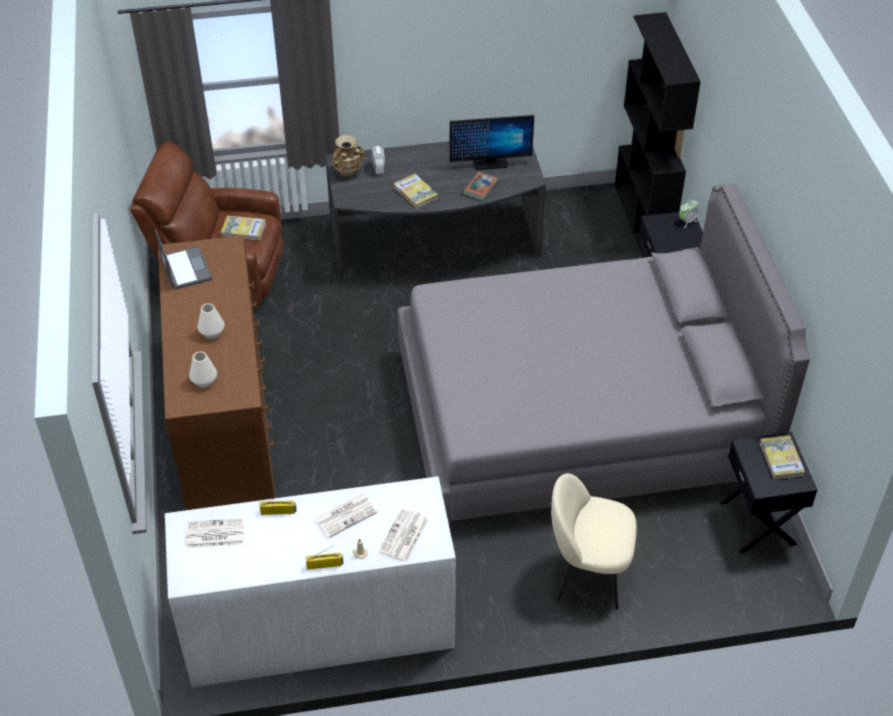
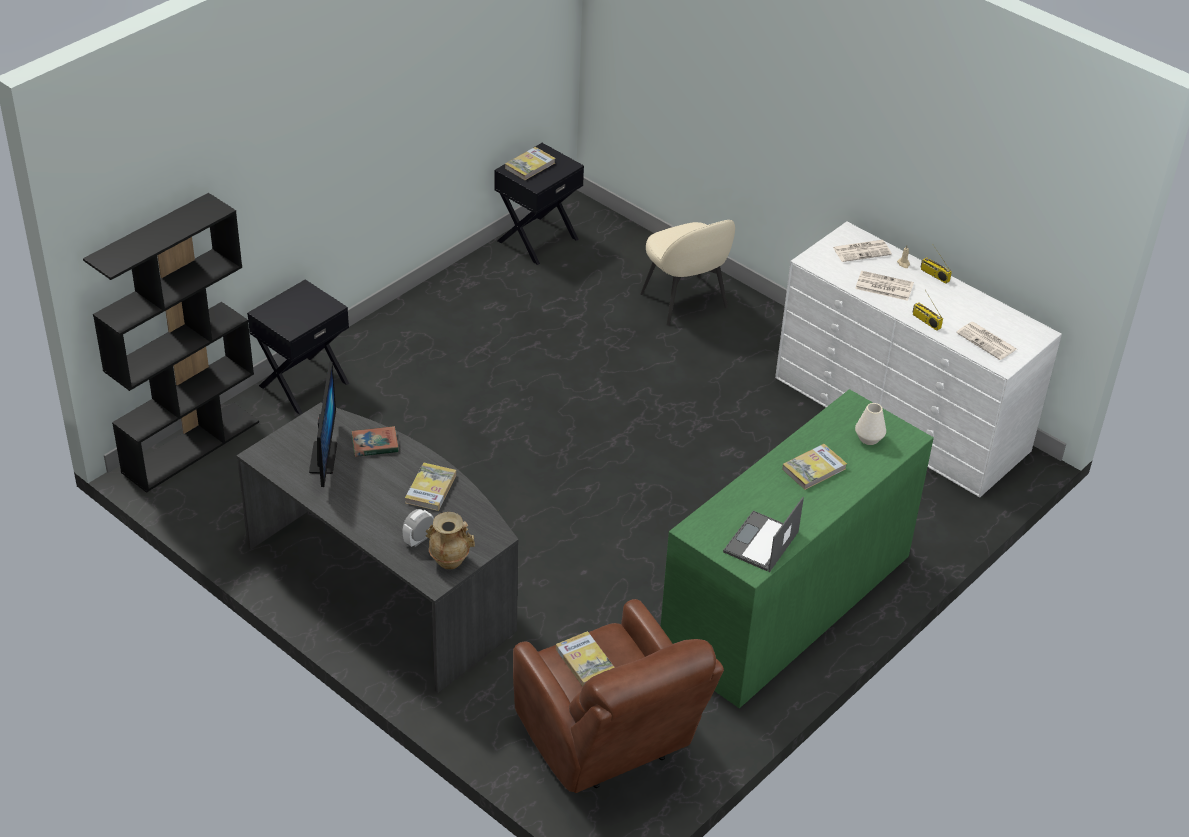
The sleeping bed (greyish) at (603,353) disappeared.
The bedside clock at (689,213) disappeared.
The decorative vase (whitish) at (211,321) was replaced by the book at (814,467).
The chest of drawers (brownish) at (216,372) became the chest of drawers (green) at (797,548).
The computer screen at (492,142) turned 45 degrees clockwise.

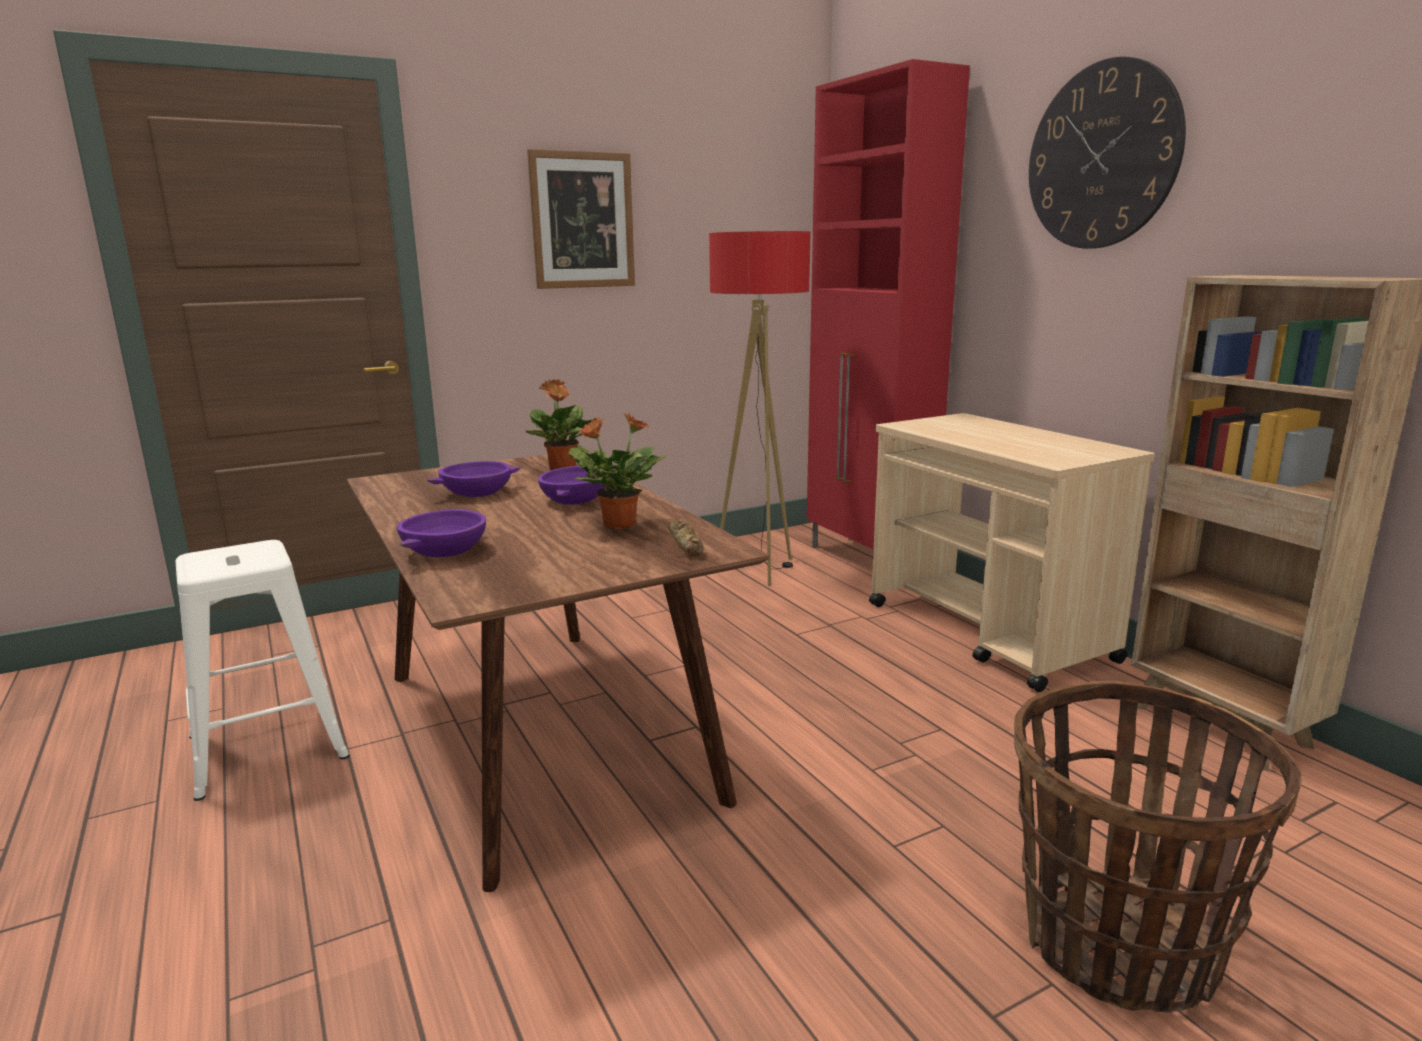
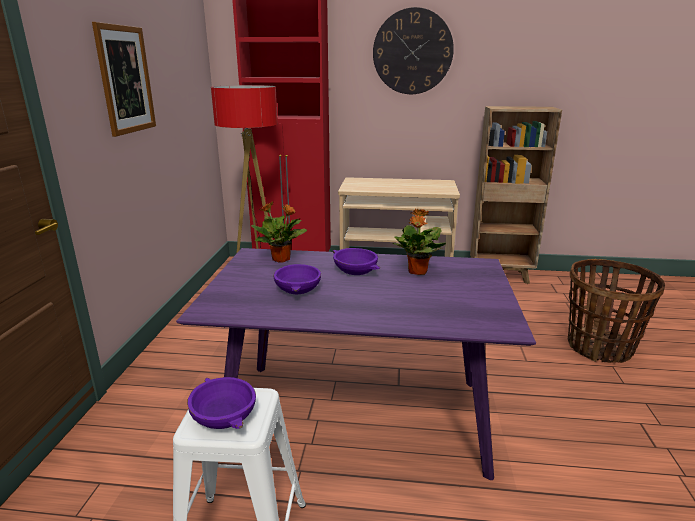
The bread at (686,537) disappeared.
The bowl (purplish) moved from (441,533) to (221,403).
The dinner table (brownish) at (558,673) became the dinner table (purplish) at (356,364).

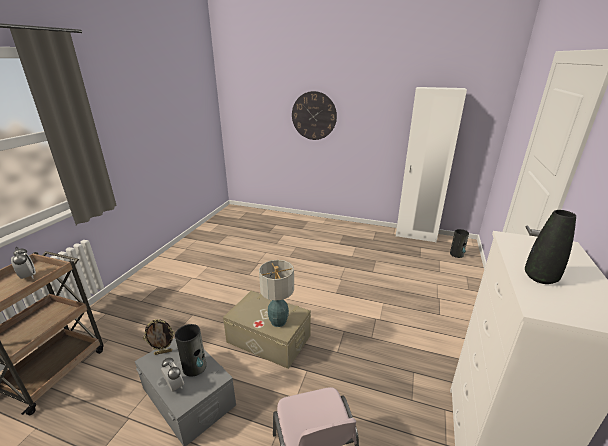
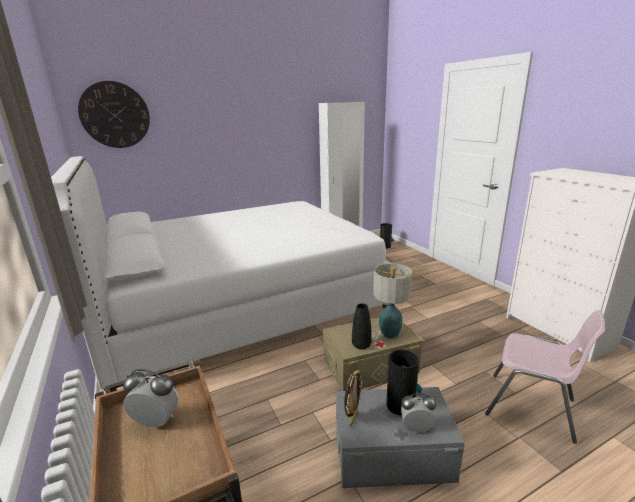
The sleeping bed (whitish) at (220,274) appeared.
The clock on the wall moved from (314,115) to (114,114).
The decorative vase (blackish) moved from (550,247) to (362,326).

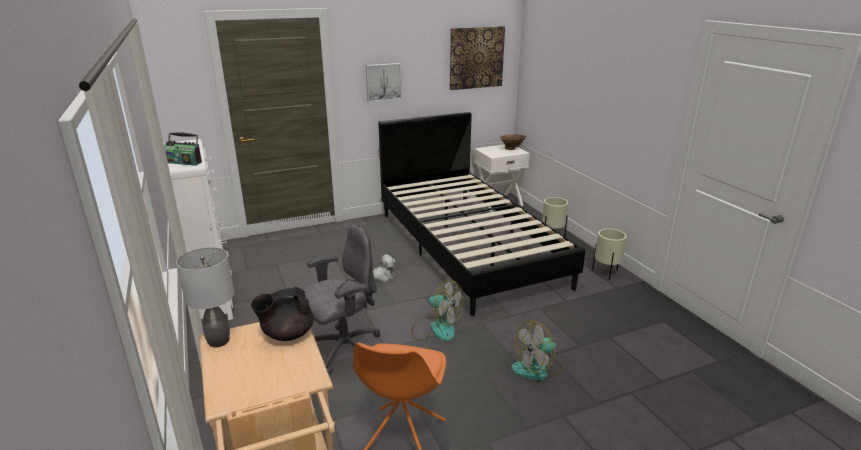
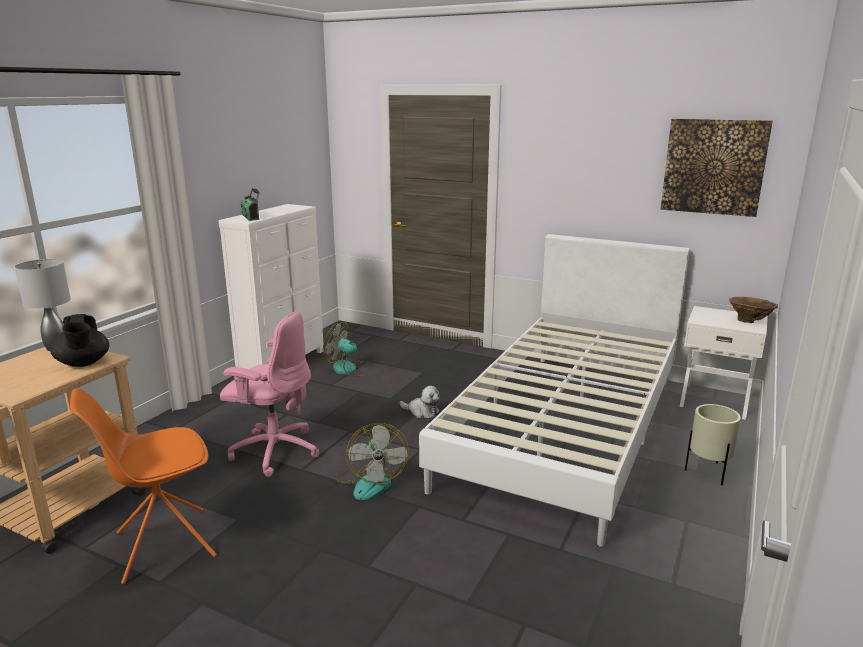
The wall picture at (383,82) disappeared.
The planter (beige) at (609,254) disappeared.
The electric fan moved from (537,350) to (348,349).
The desk chair (greyish) at (341,300) became the desk chair (pink) at (270,394).
The sleeping bed (blackish) at (481,214) became the sleeping bed (whitish) at (554,390).
The pot for tea (blackish) at (282,313) turned 135 degrees counterclockwise.

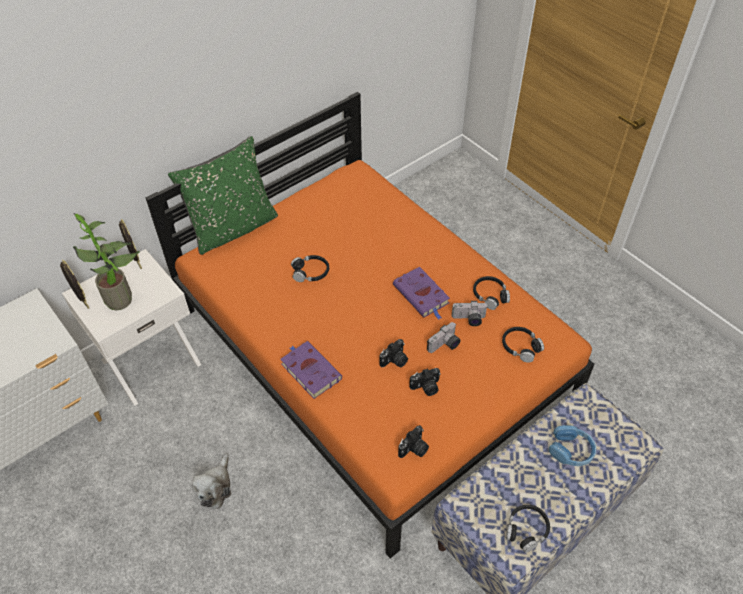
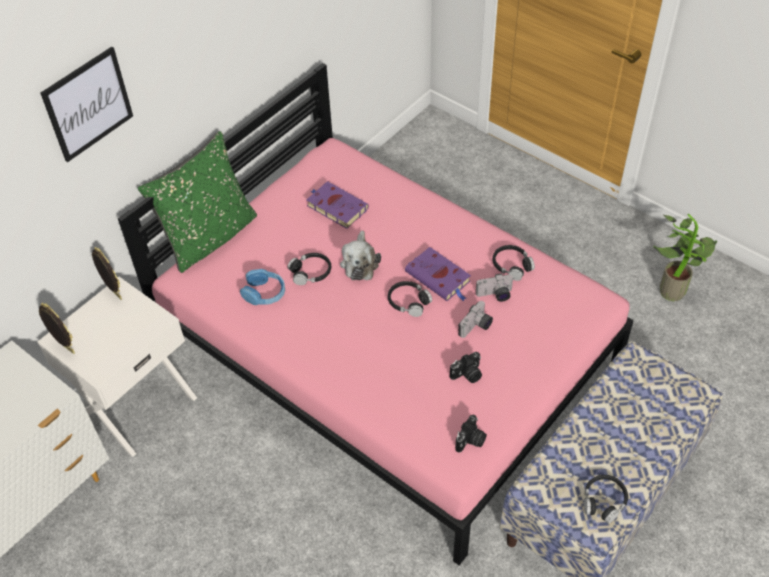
The still camera at (393,353) disappeared.
The wall picture at (86,104) appeared.
The plant in a pot moved from (106,261) to (685,257).
The soft toy moved from (211,481) to (360,255).
The book (purplish) moved from (311,370) to (338,205).
The headset (blackish) moved from (523,345) to (410,299).
The headset (blue) moved from (572,445) to (262,287).
The sleeping bed (orange-coloured) at (370,325) became the sleeping bed (pink) at (376,314).

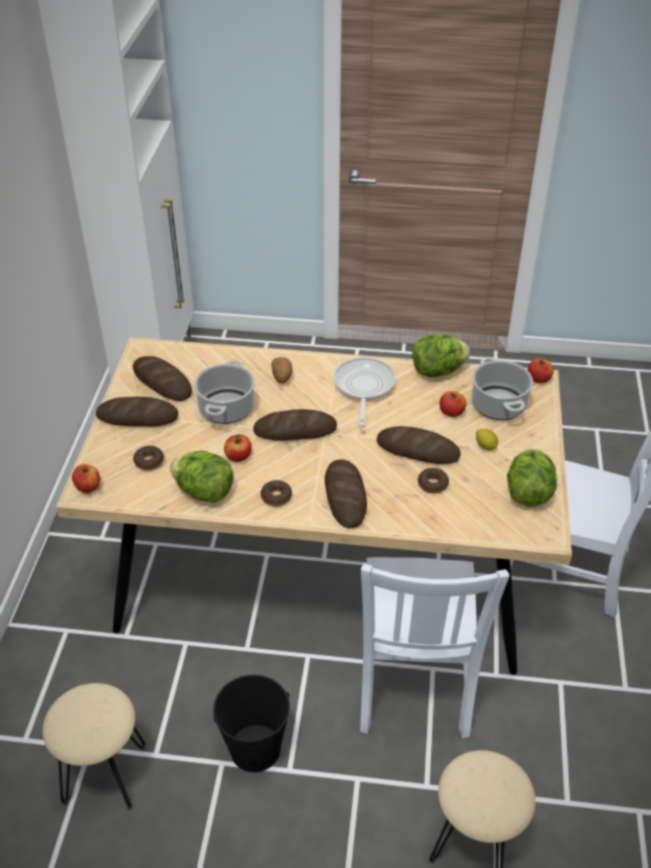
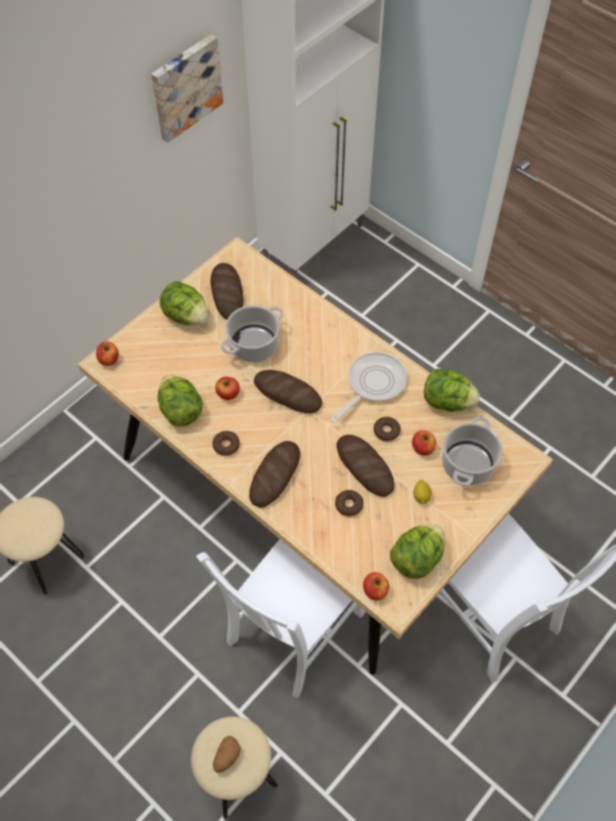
The water bucket (blackish) at (251,723) disappeared.
The wall picture at (187,88) appeared.
The doughnut moved from (148,458) to (387,429).
The whole potato moved from (281,370) to (226,754).
The whole apple moved from (541,370) to (376,586).
The bread at (137,412) was replaced by the head of lettuce at (184,303).

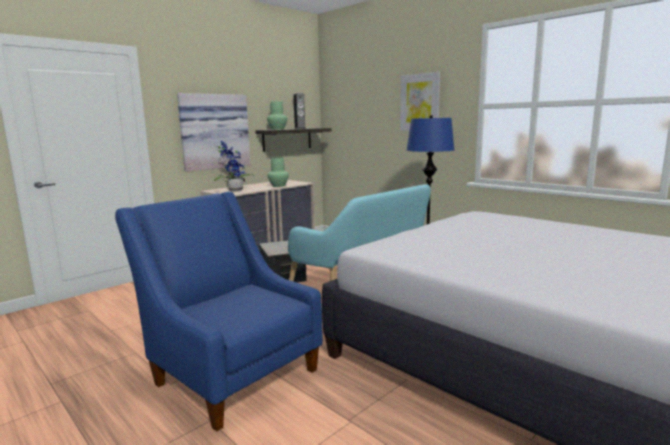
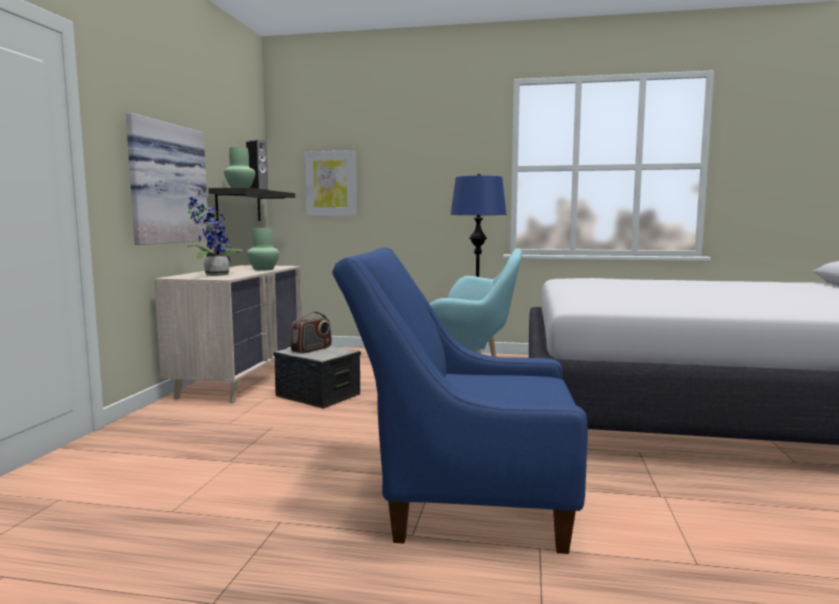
The radio at (311,333) appeared.
The wall picture moved from (420,101) to (330,183).

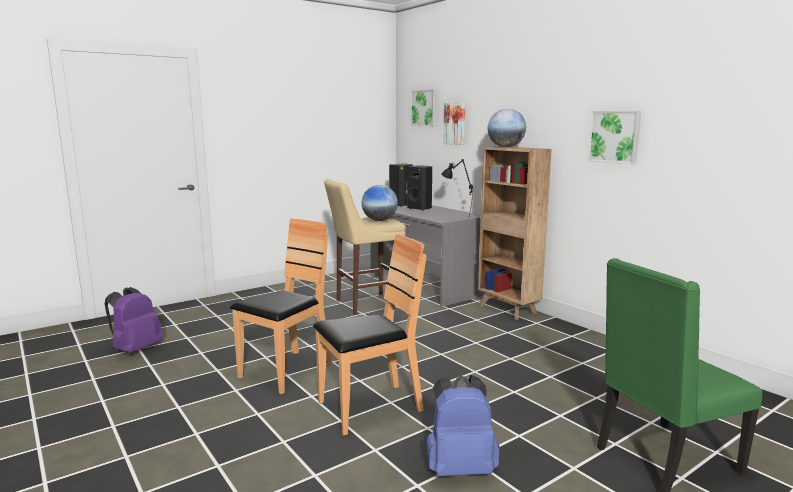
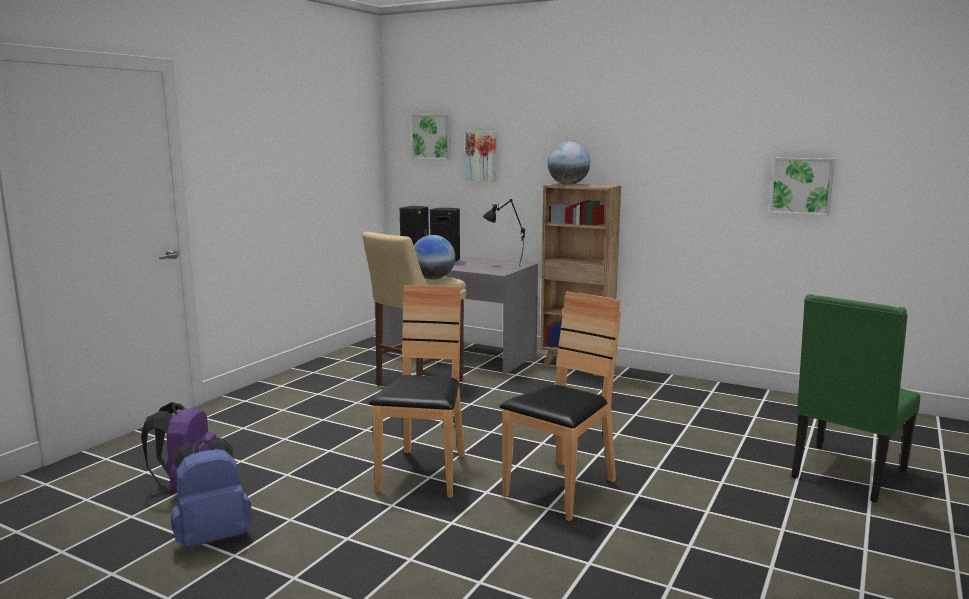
The backpack (blue) moved from (462,426) to (211,492).
The wall picture moved from (614,137) to (802,187).

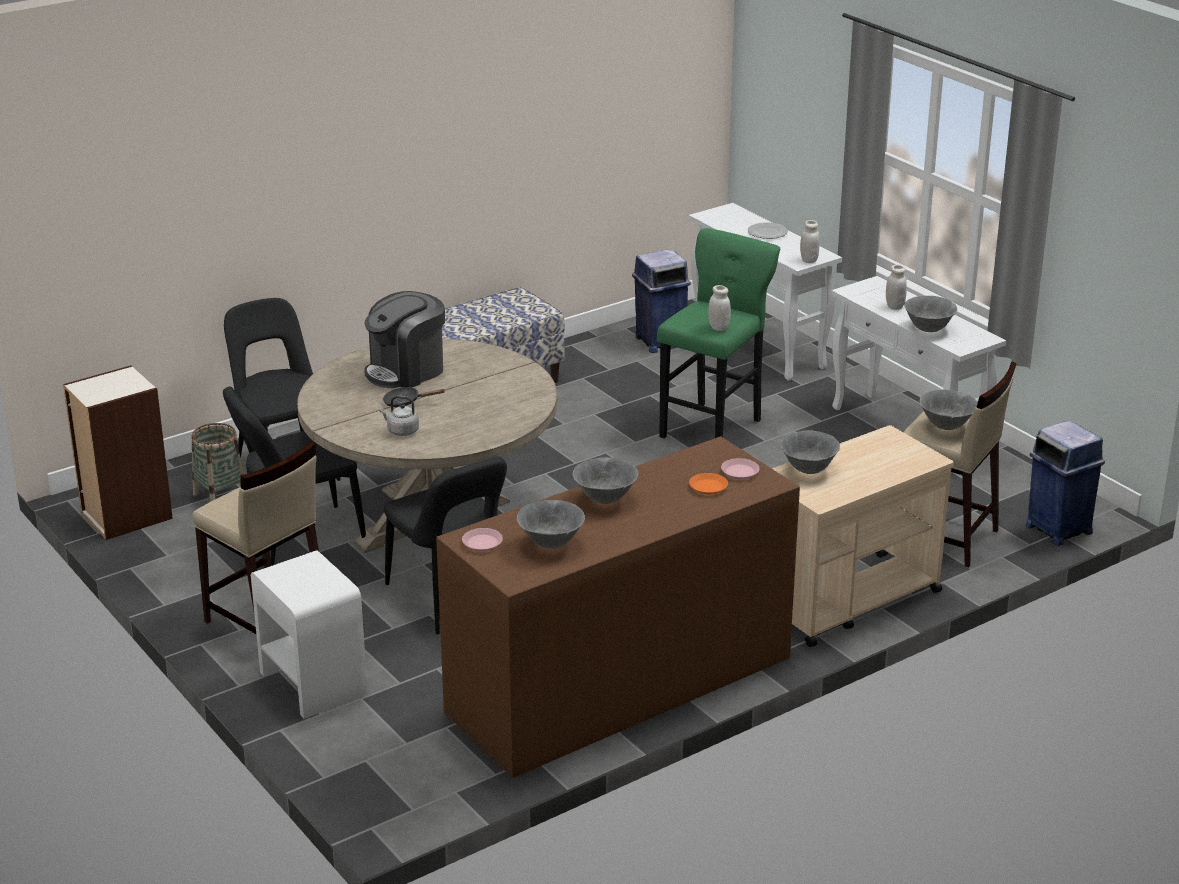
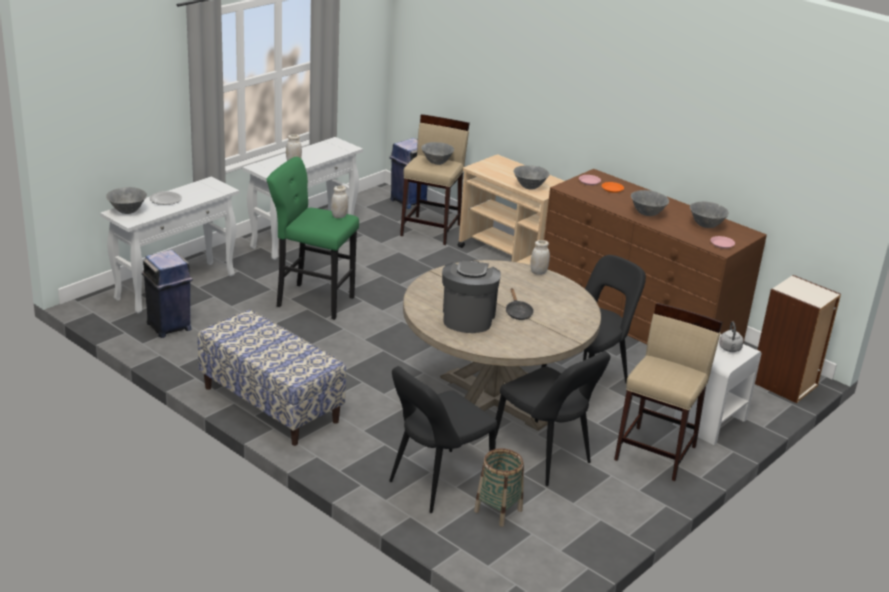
The bookshelf moved from (118,452) to (798,339).
The water kettle (greyish) moved from (399,416) to (731,336).
The preserve jar (whitish) moved from (809,241) to (540,257).
The bowl (greyish) moved from (930,314) to (126,200).
The coffee brewer at (404,339) turned 120 degrees counterclockwise.

